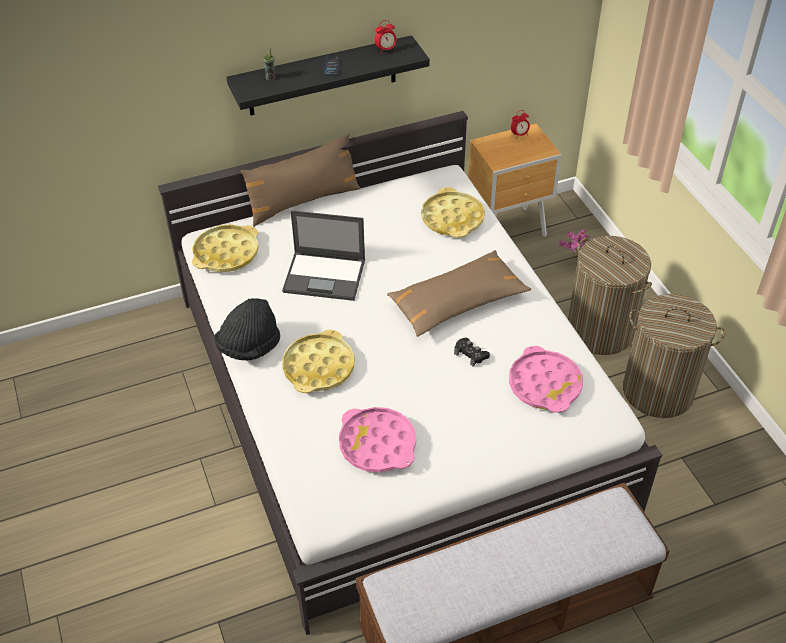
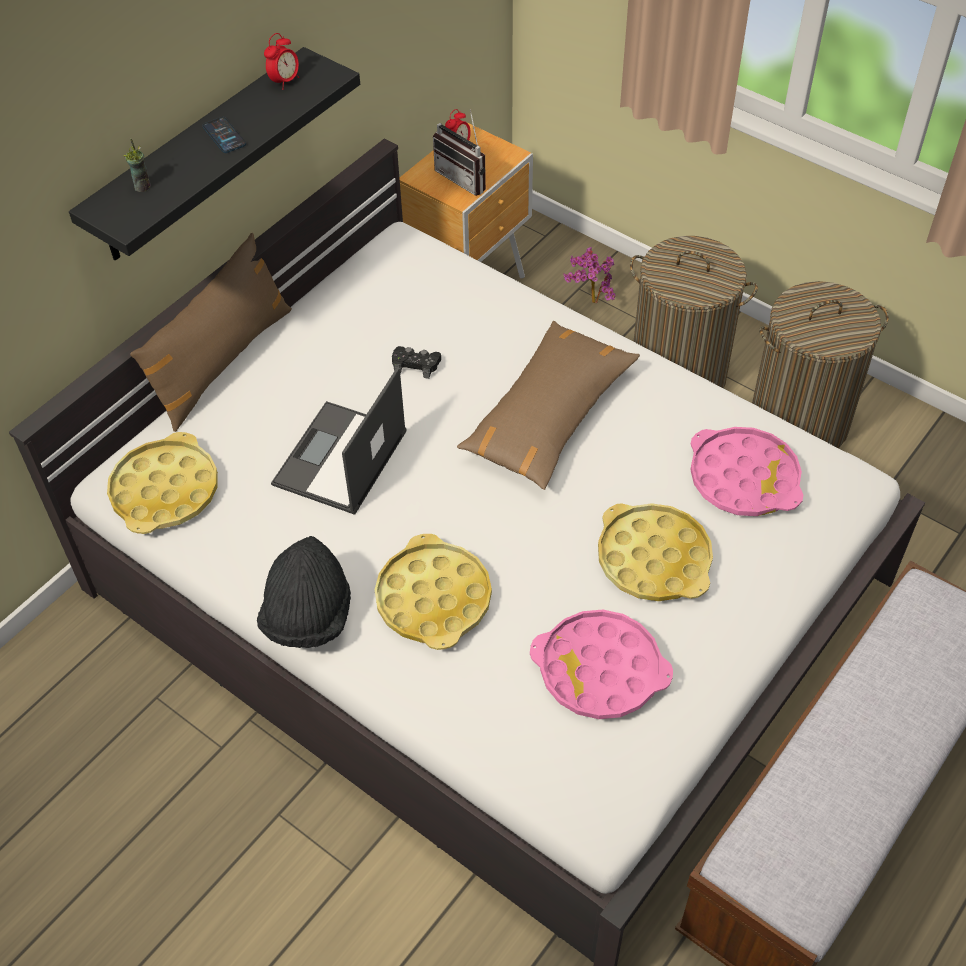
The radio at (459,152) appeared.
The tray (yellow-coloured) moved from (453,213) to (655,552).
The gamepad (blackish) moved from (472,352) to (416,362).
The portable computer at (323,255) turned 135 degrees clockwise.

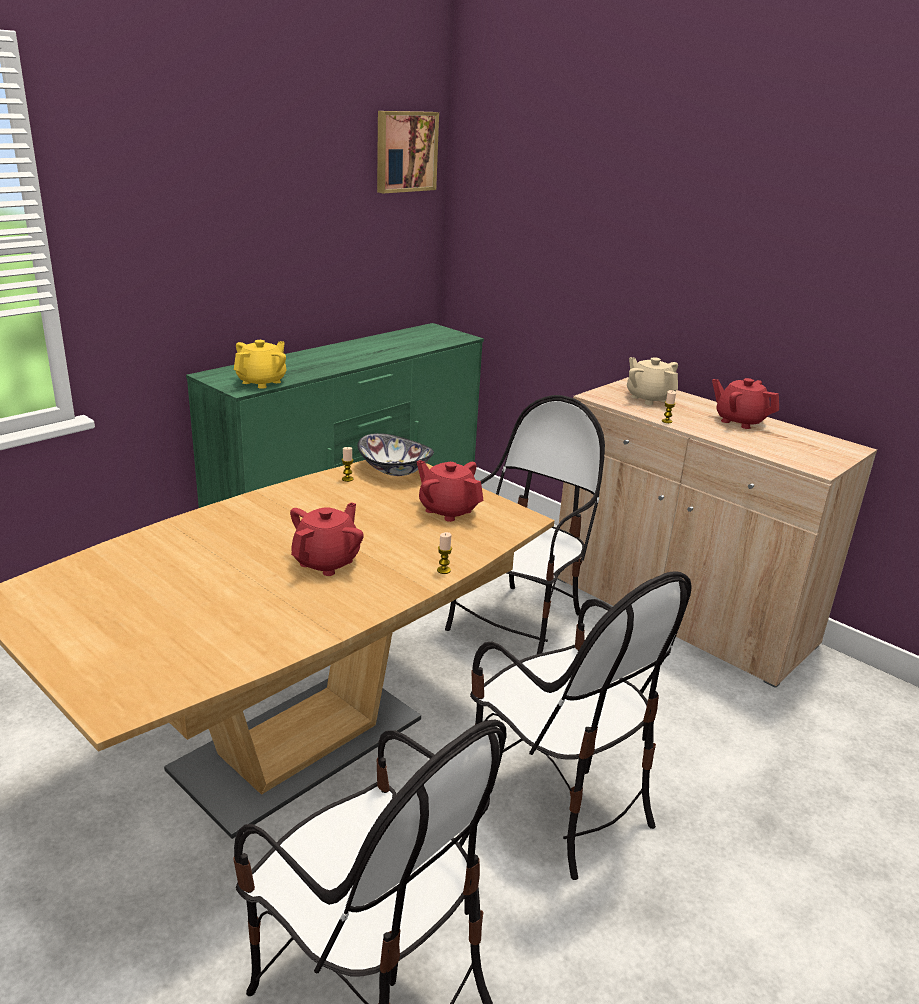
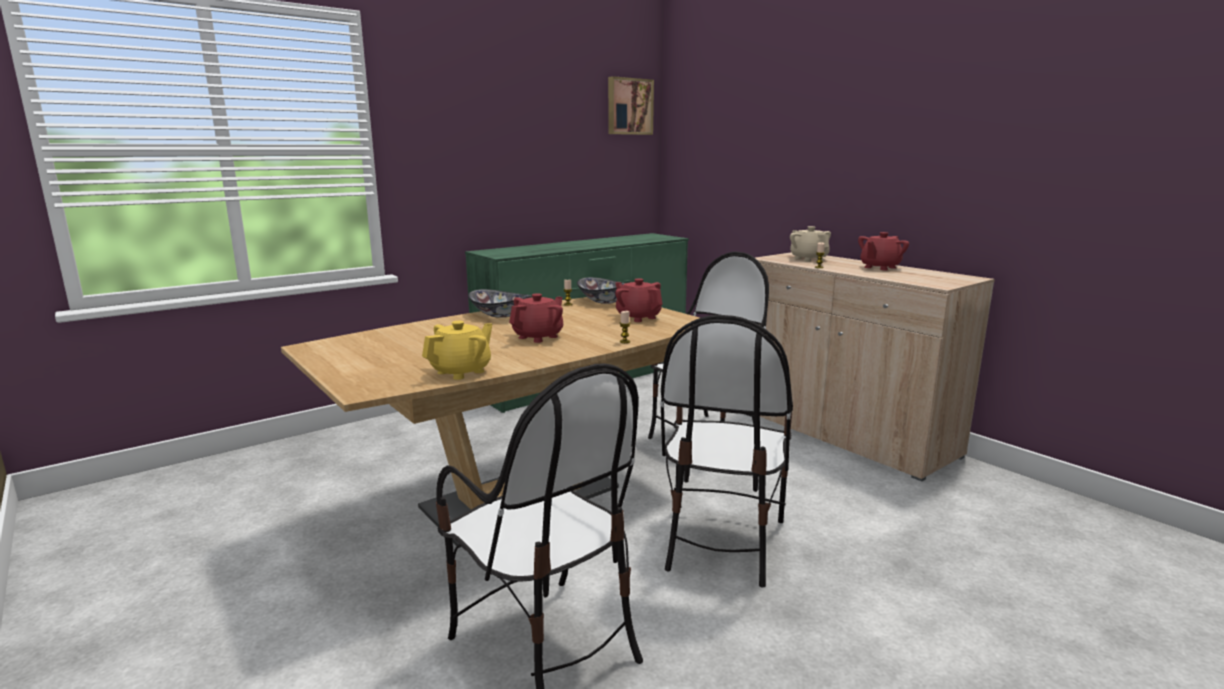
The bowl at (499,303) appeared.
The pot for tea (yellow-coloured) moved from (260,364) to (457,350).
The chair at (581,725) turned 45 degrees clockwise.
The pot for tea (red-coloured) at (745,403) turned 90 degrees counterclockwise.

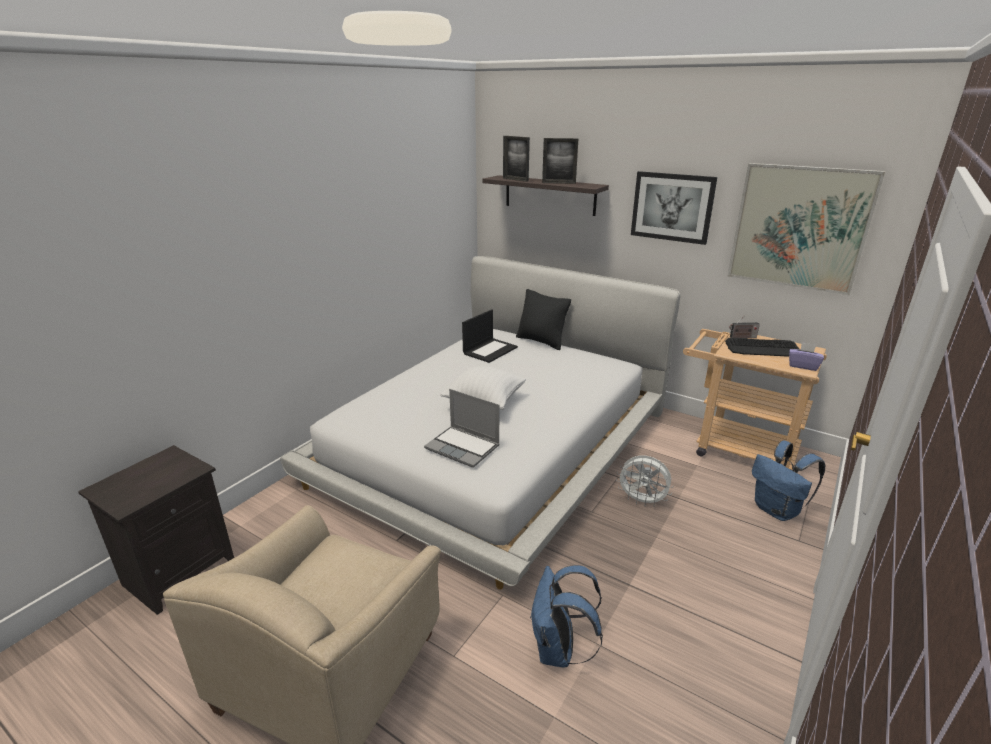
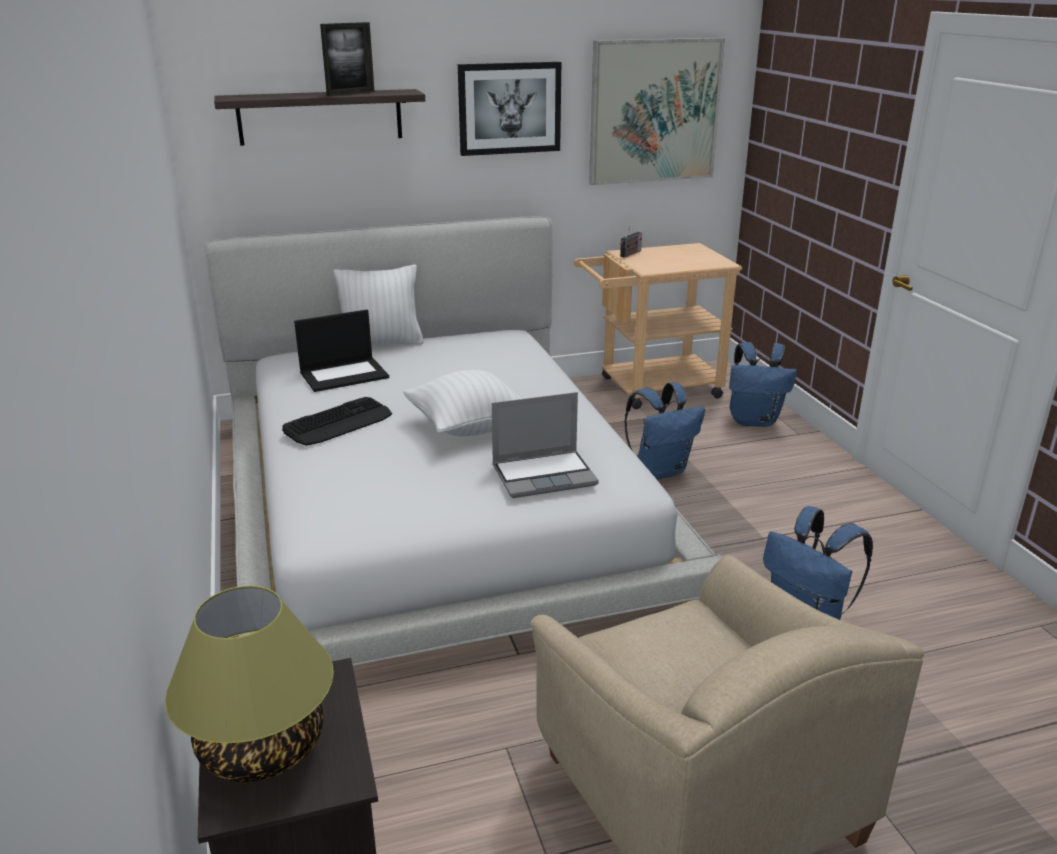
The photo frame at (516,159) disappeared.
The tissue holder (purplish) at (806,356) disappeared.
The table lamp at (249,684) appeared.
The computer keyboard moved from (762,347) to (337,421).
The electric fan (whitish) at (644,481) was replaced by the backpack (blue) at (664,431).
The pillow (blackish) at (543,319) became the pillow (whitish) at (379,304).
The portable computer at (490,336) turned 75 degrees clockwise.

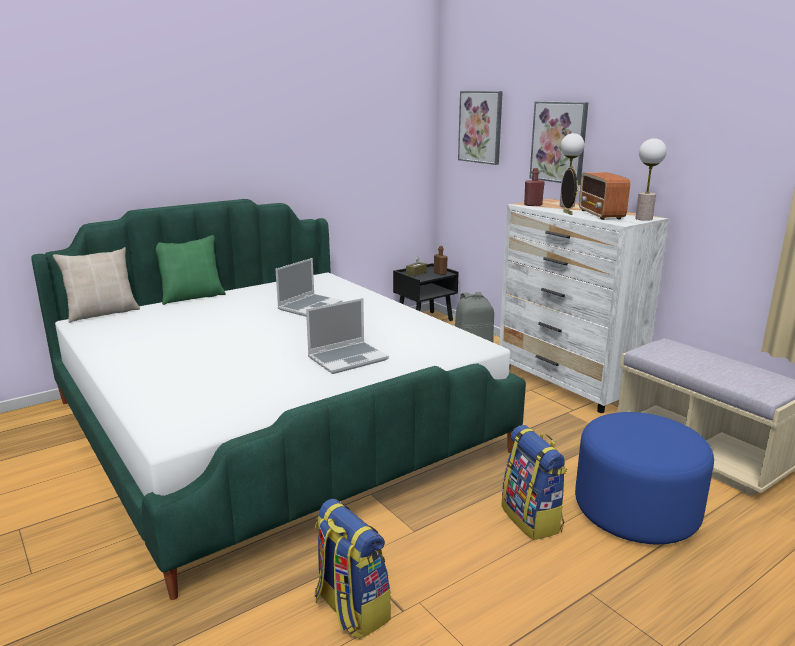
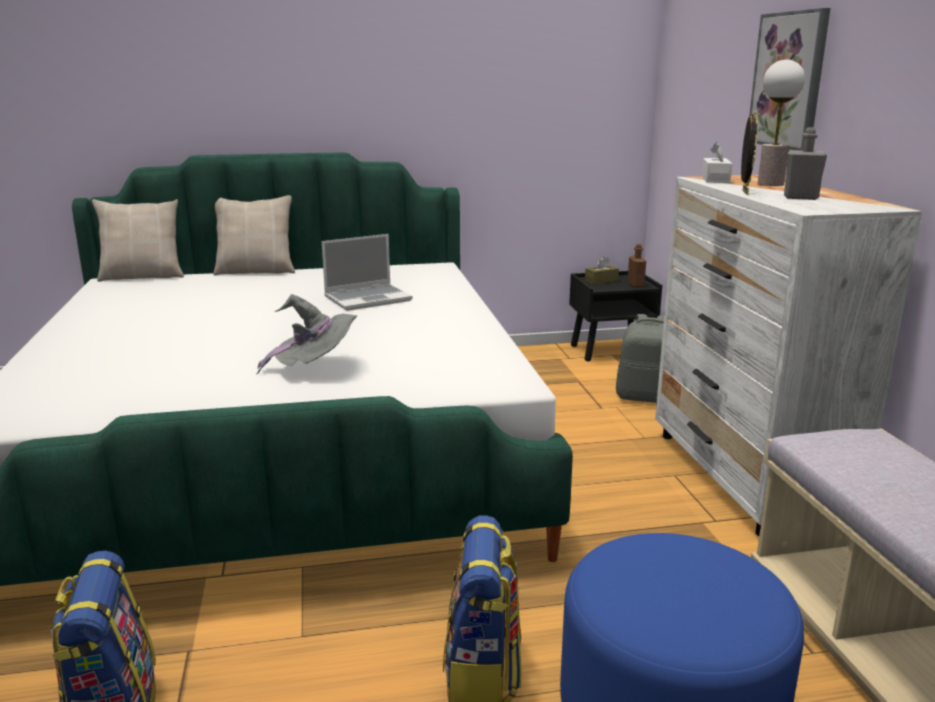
The wall picture at (480,128) disappeared.
The table lamp at (651,179) disappeared.
The portable computer at (347,336) was replaced by the hat (greyish) at (307,334).
The bottle (red-coloured) at (534,187) was replaced by the tissue holder (whitish) at (717,162).
The radio at (604,196) was replaced by the bottle (greyish) at (805,163).
The pillow (green) at (191,270) became the pillow (beige) at (254,235).

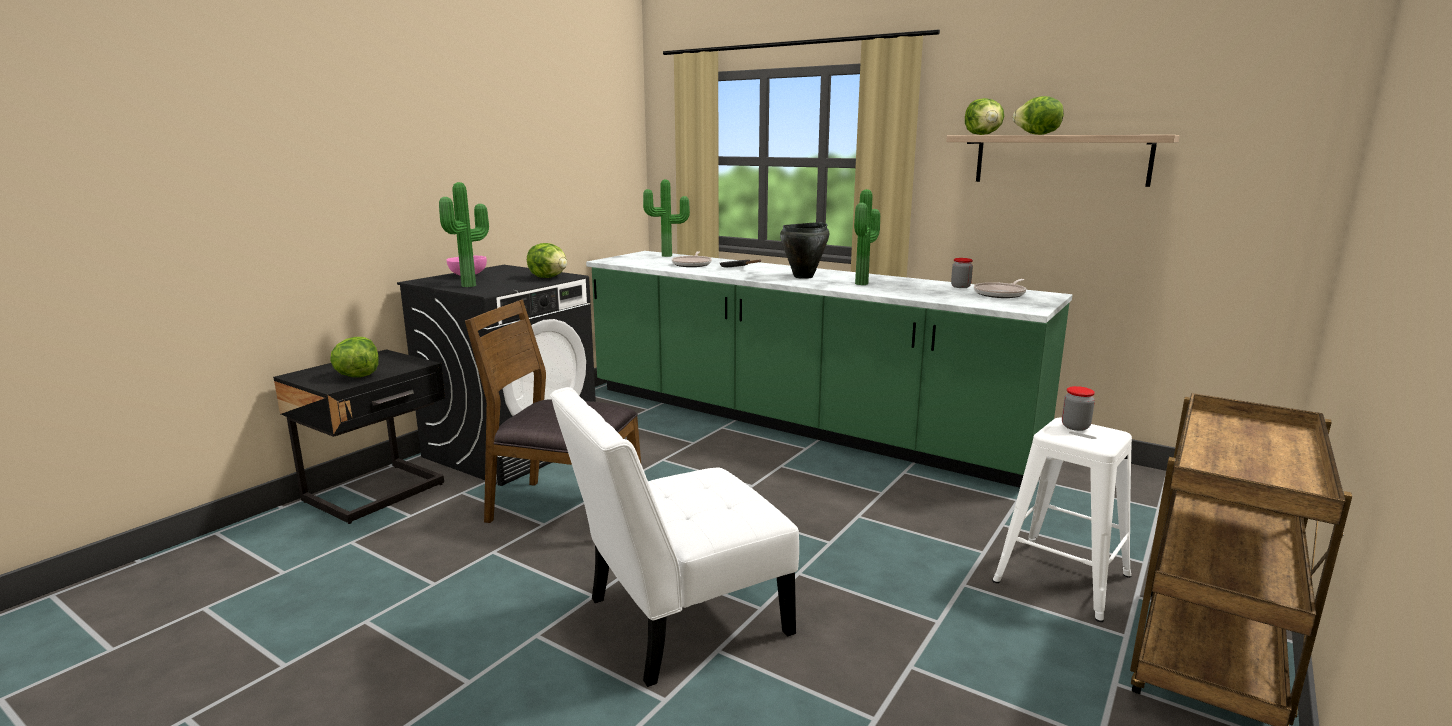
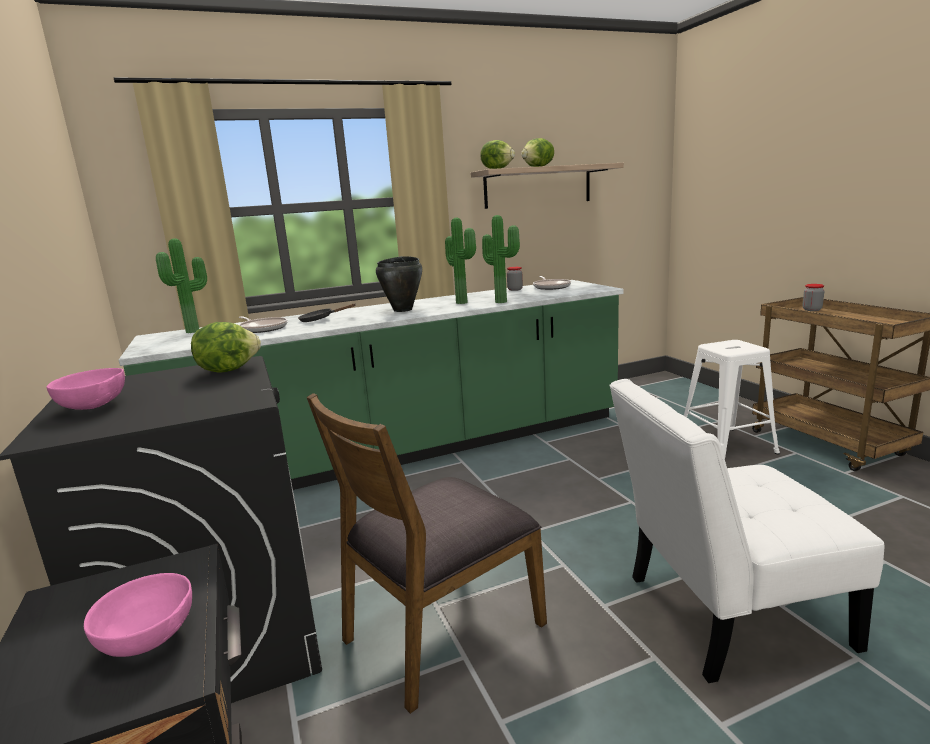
The plant in a pot moved from (464,234) to (501,259).
The preserve jar moved from (1078,408) to (813,297).
The head of lettuce at (354,357) was replaced by the bowl (pink) at (138,615).
The chair (whitish) at (674,537) turned 75 degrees clockwise.

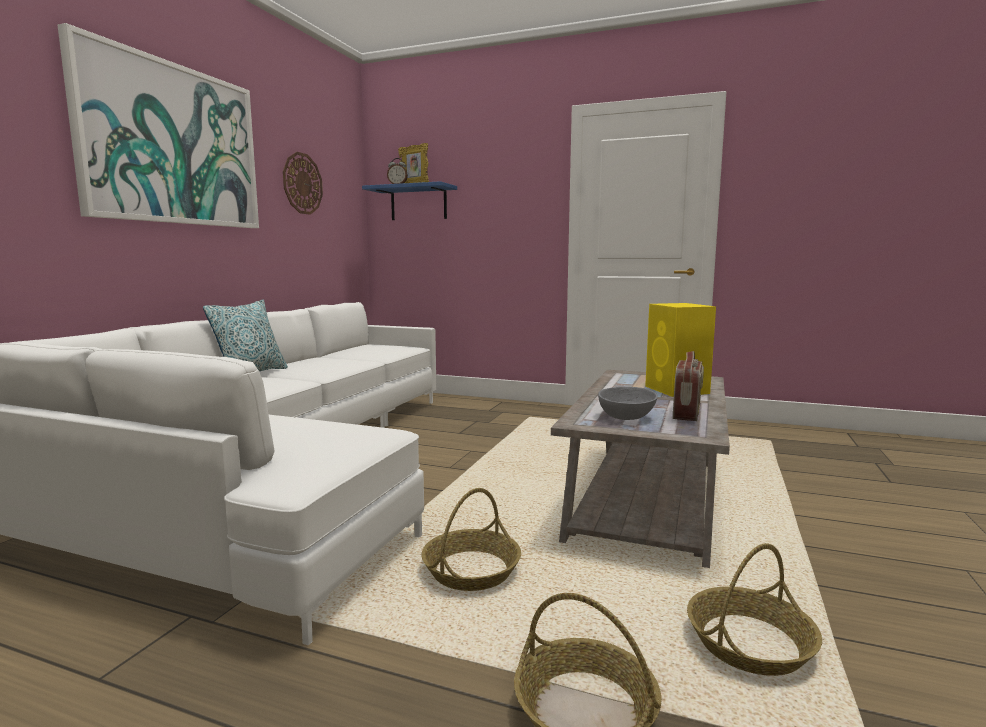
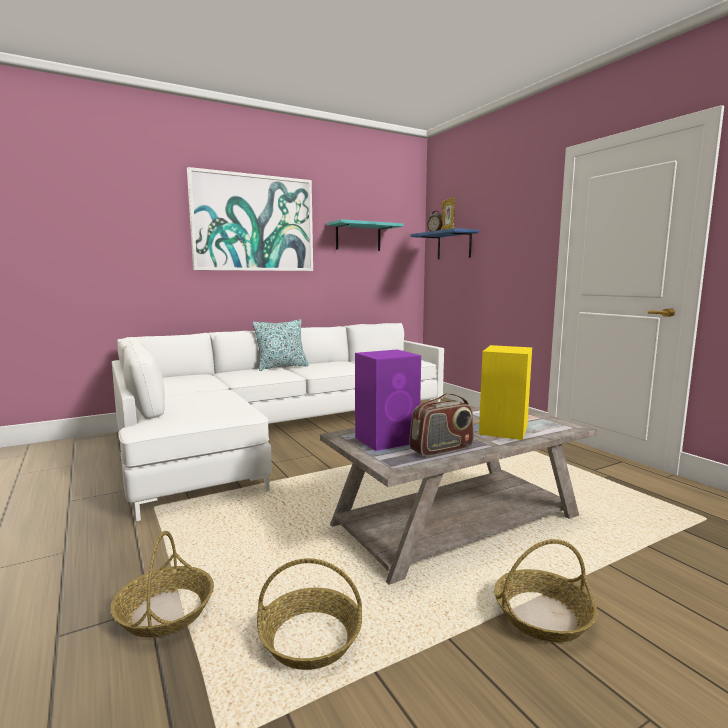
The storage basket moved from (471,539) to (546,591).
The clock on the wall at (303,183) was replaced by the bracket shelf (blue-green) at (365,235).
The bowl (greyish) at (628,403) was replaced by the loudspeaker (purplish) at (388,400).

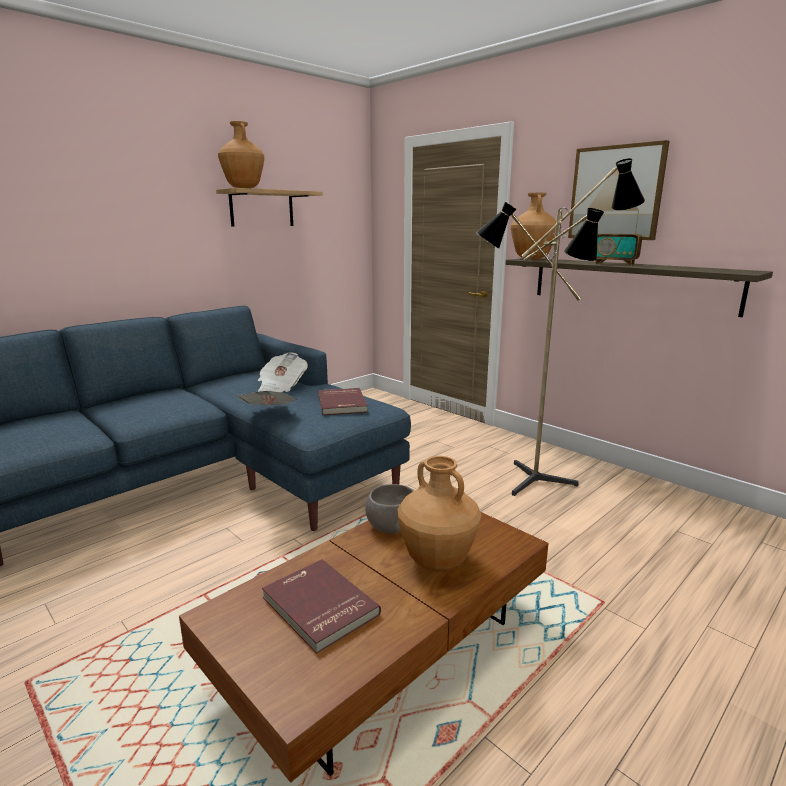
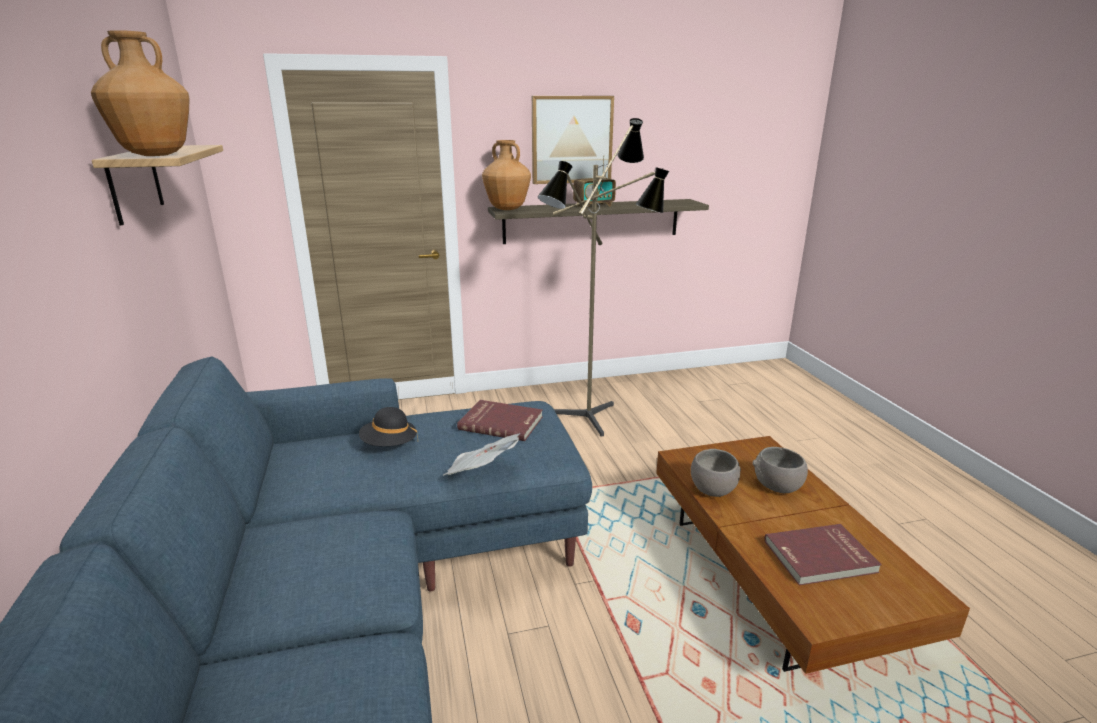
The daily paper at (283,372) was replaced by the hat (blackish) at (388,426).
The decorative vase (brownish) at (440,514) was replaced by the bowl (greyish) at (780,470).

